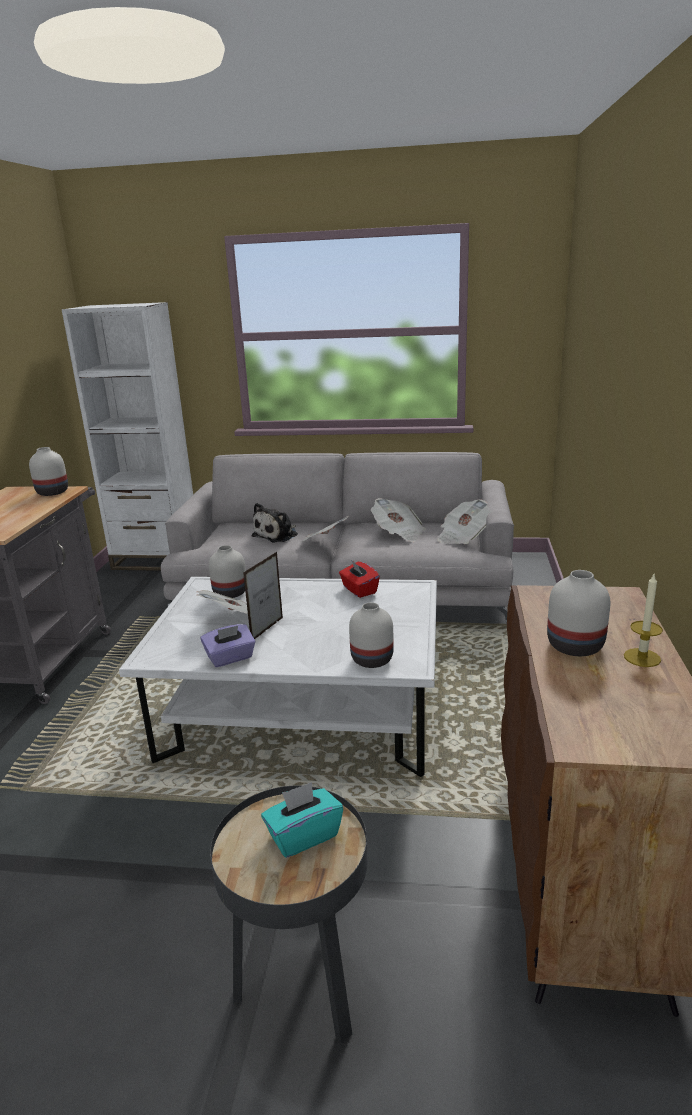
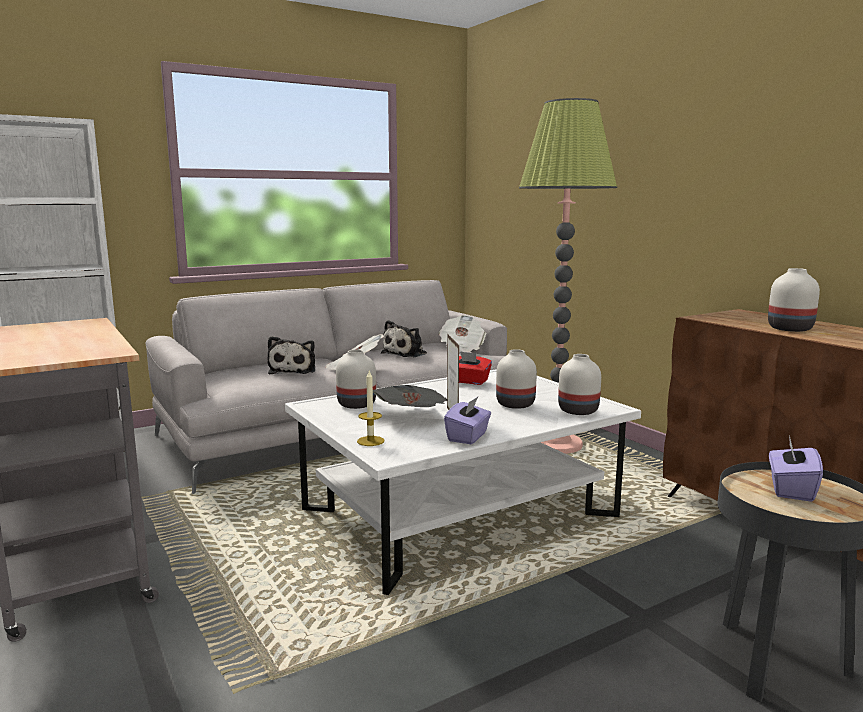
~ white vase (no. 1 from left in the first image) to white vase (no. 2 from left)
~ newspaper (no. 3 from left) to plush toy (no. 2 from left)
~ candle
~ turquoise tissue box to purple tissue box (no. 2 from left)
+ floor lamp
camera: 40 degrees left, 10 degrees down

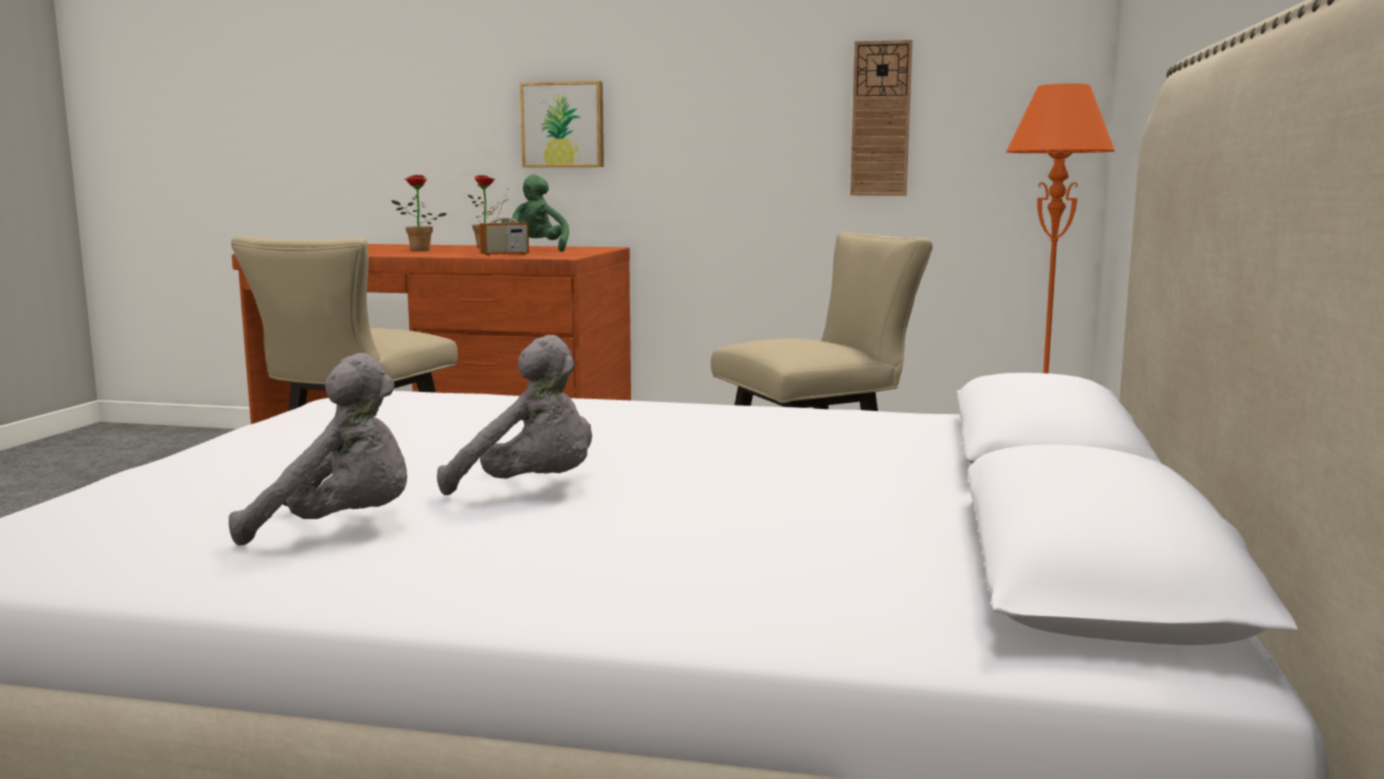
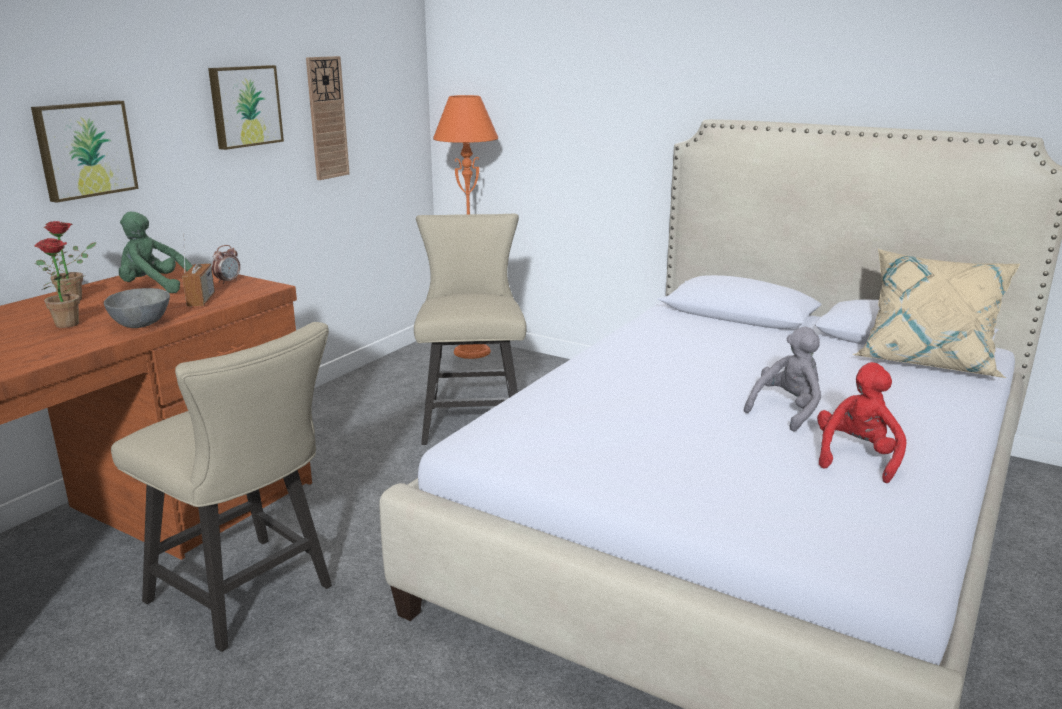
~ grey plush toy (no. 1 from left) to red plush toy
+ picture (no. 2 from left)
+ alarm clock
+ beige pillow
+ grey bowl
camera: 70 degrees left, 10 degrees up

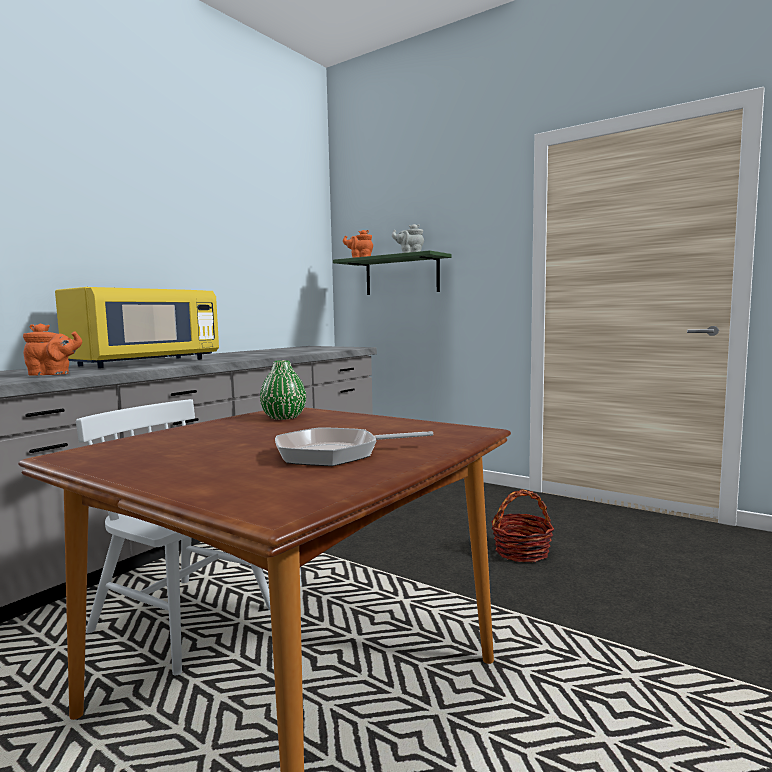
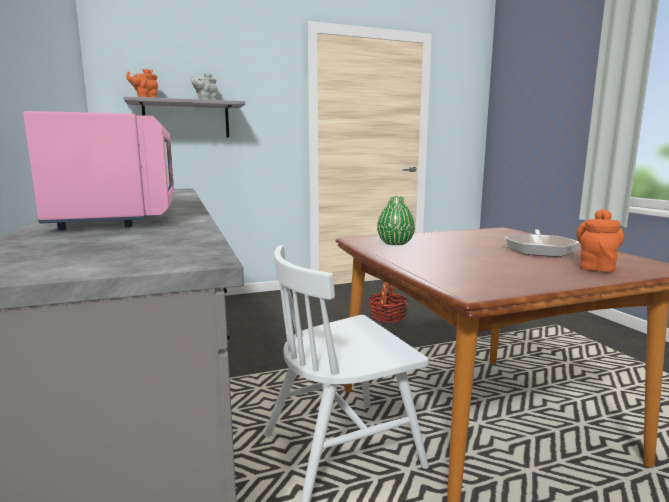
~ green shelf to grey shelf
~ yellow microwave to pink microwave
~ orange teapot (no. 1 from left in the first image) to orange teapot (no. 2 from left)
camera: 55 degrees left, 5 degrees up

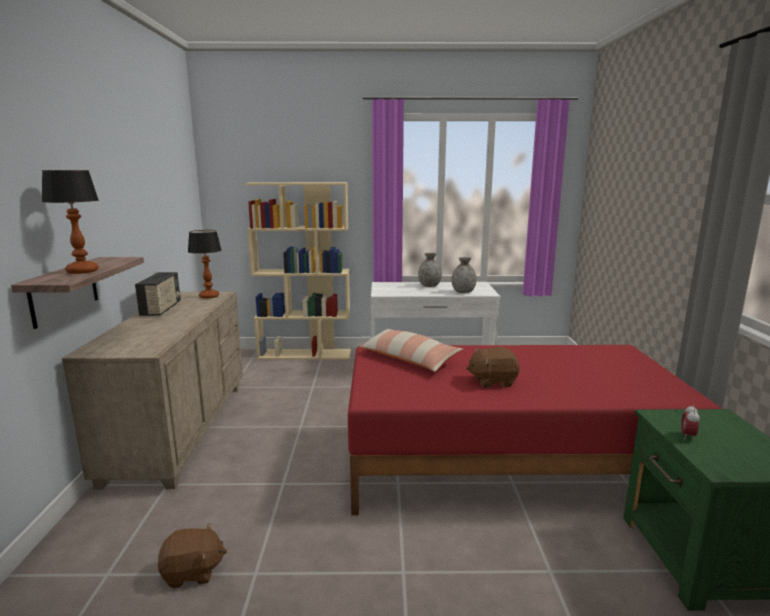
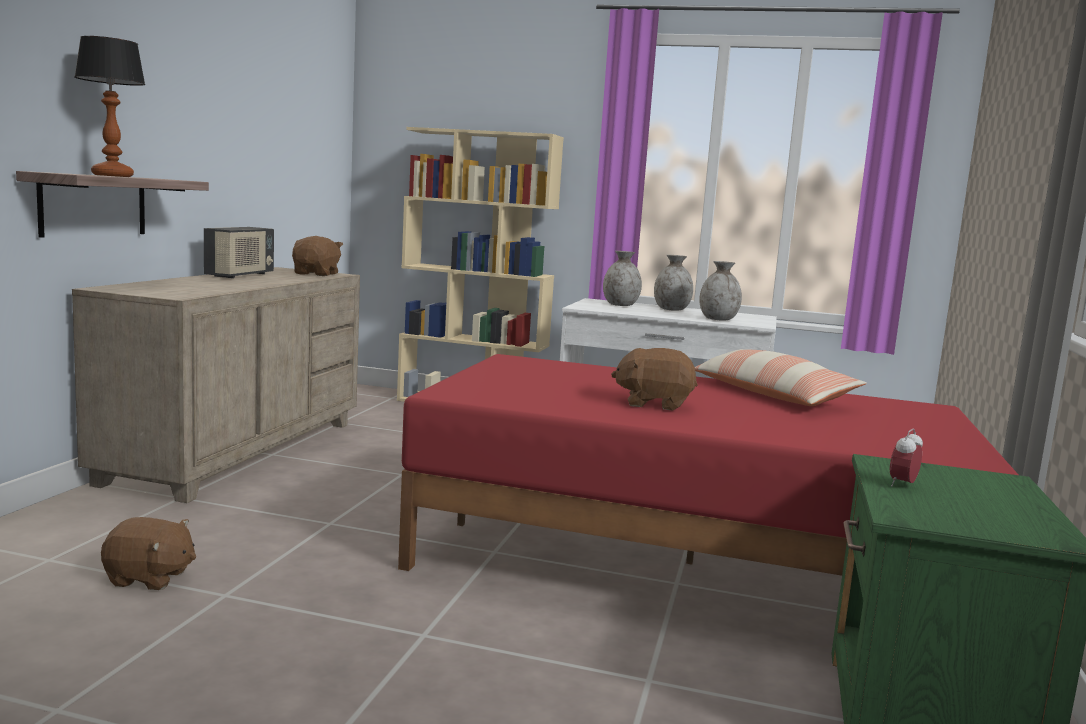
~ table lamp (no. 2 from left) to brown plush toy (no. 2 from left)
~ pillow
+ grey vase (no. 1 from left)
camera: 15 degrees right, 5 degrees down

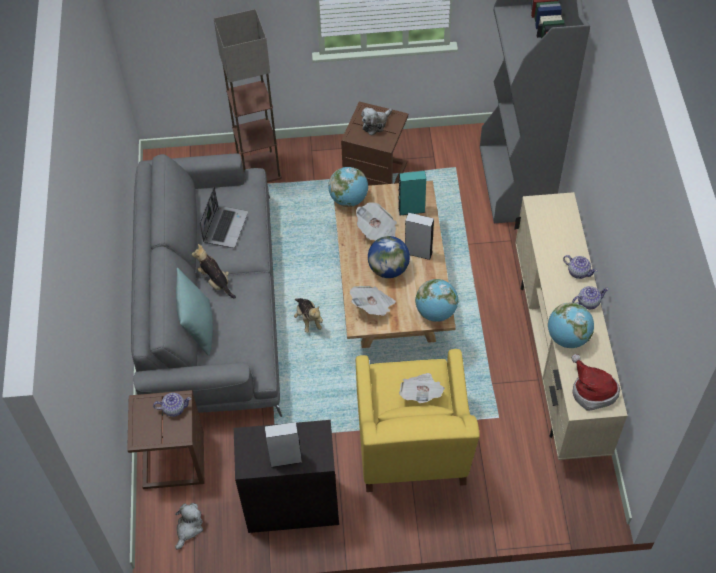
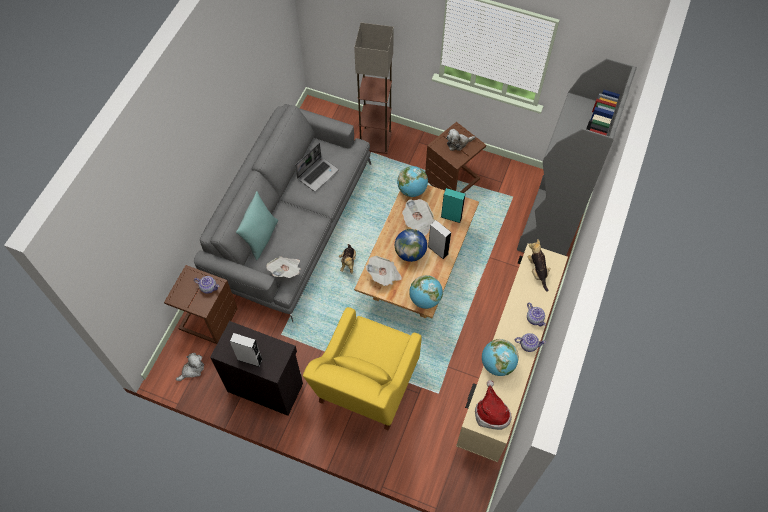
~ plush toy (no. 2 from left in the first image) to plush toy (no. 4 from left)
~ newspaper (no. 3 from left in the first image) to newspaper (no. 1 from left)
camera: 25 degrees right, 5 degrees up

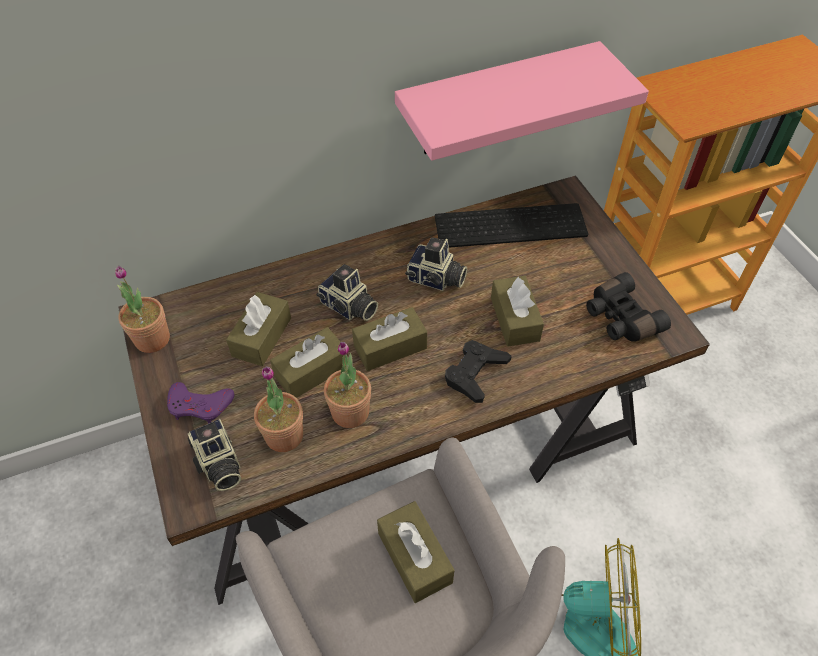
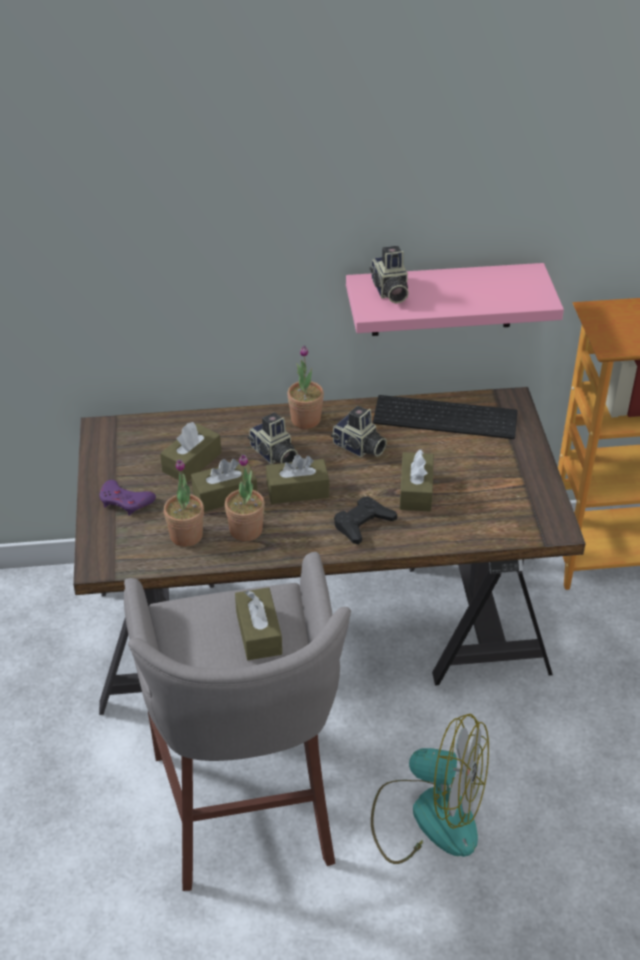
~ potted plant (no. 1 from left in the first image) to potted plant (no. 3 from left)
- black binoculars
~ photo camera (no. 1 from left in the first image) to photo camera (no. 3 from left)
camera: 15 degrees right, 10 degrees down

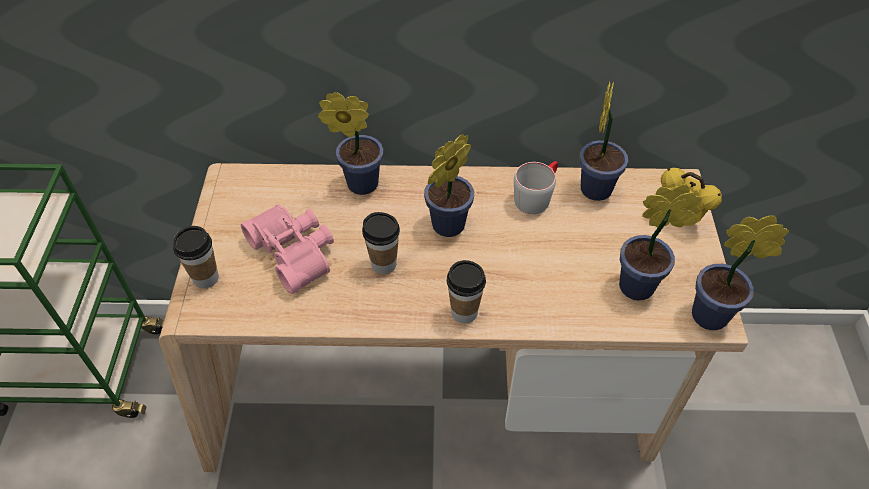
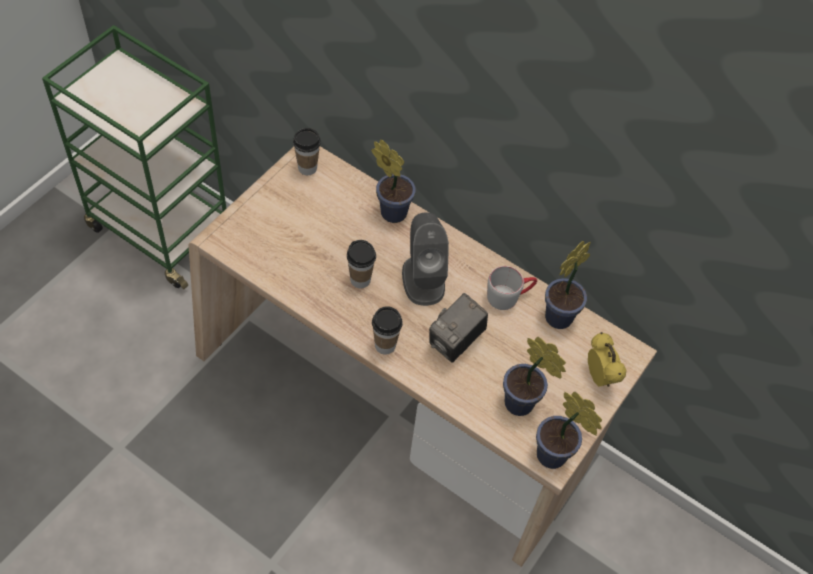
~ potted plant (no. 2 from left) to grey speaker
- pink binoculars
~ cup (no. 1 from left)
+ photo camera
camera: 30 degrees right, 5 degrees up

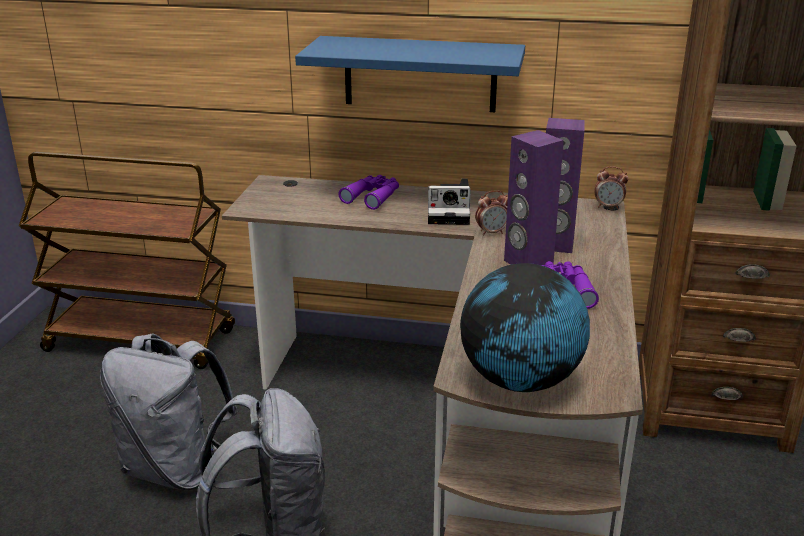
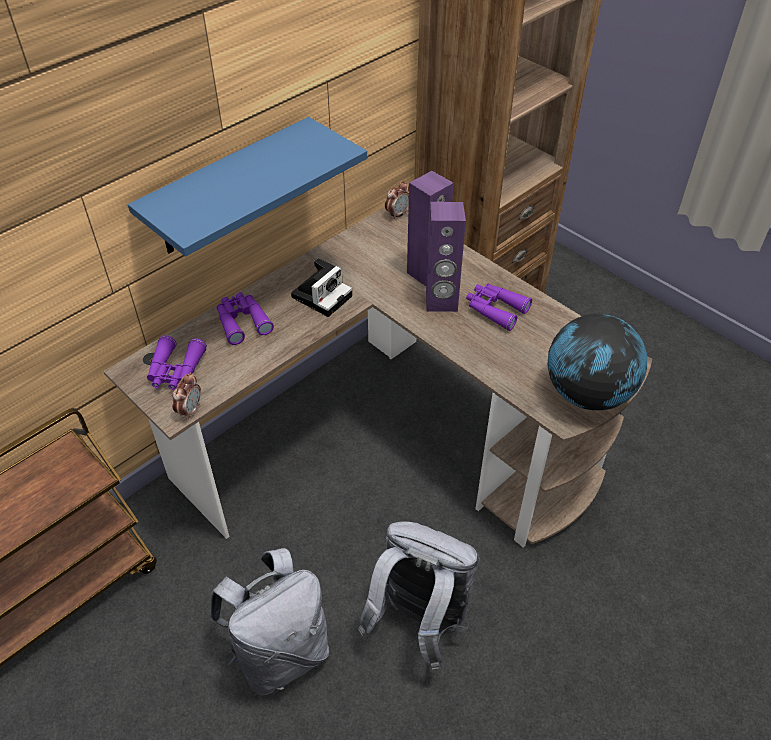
~ alarm clock (no. 1 from left)
+ purple binoculars (no. 1 from left)
camera: 55 degrees left, 20 degrees up

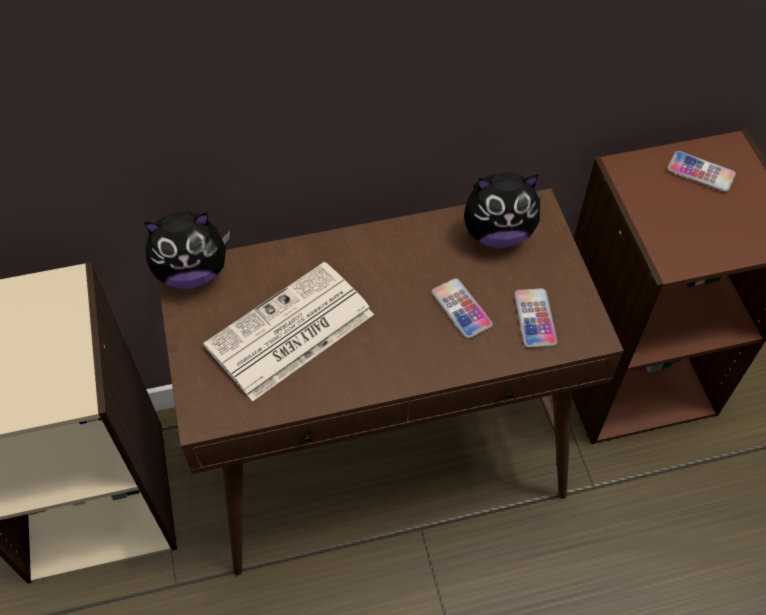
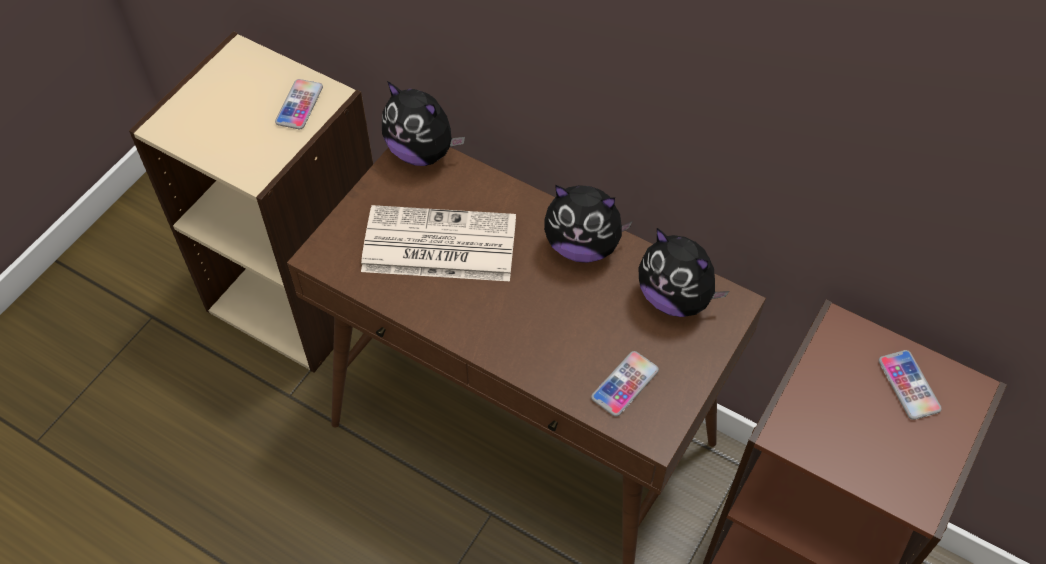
~ phone (no. 1 from left)
+ plush toy (no. 2 from left)
camera: 45 degrees right, 0 degrees up

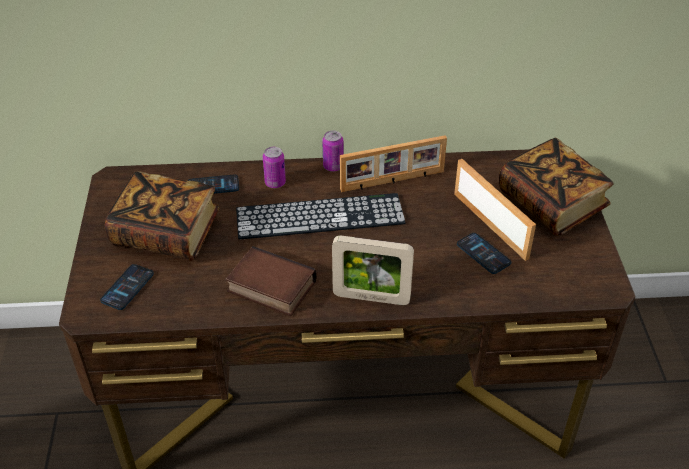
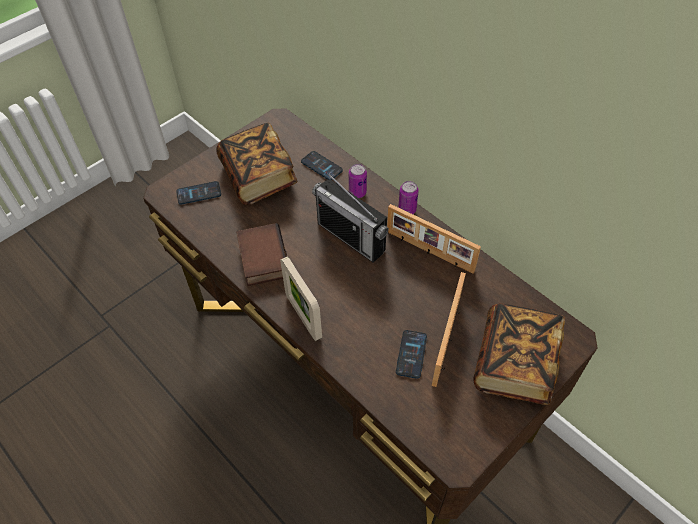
~ keyboard to radio
camera: 50 degrees right, 10 degrees up

